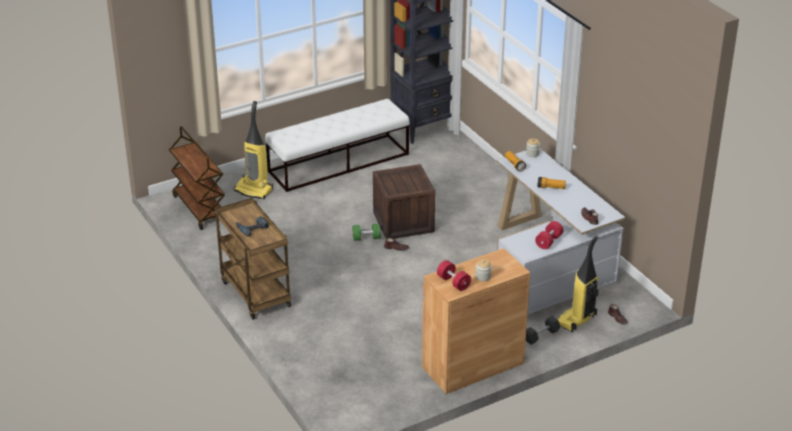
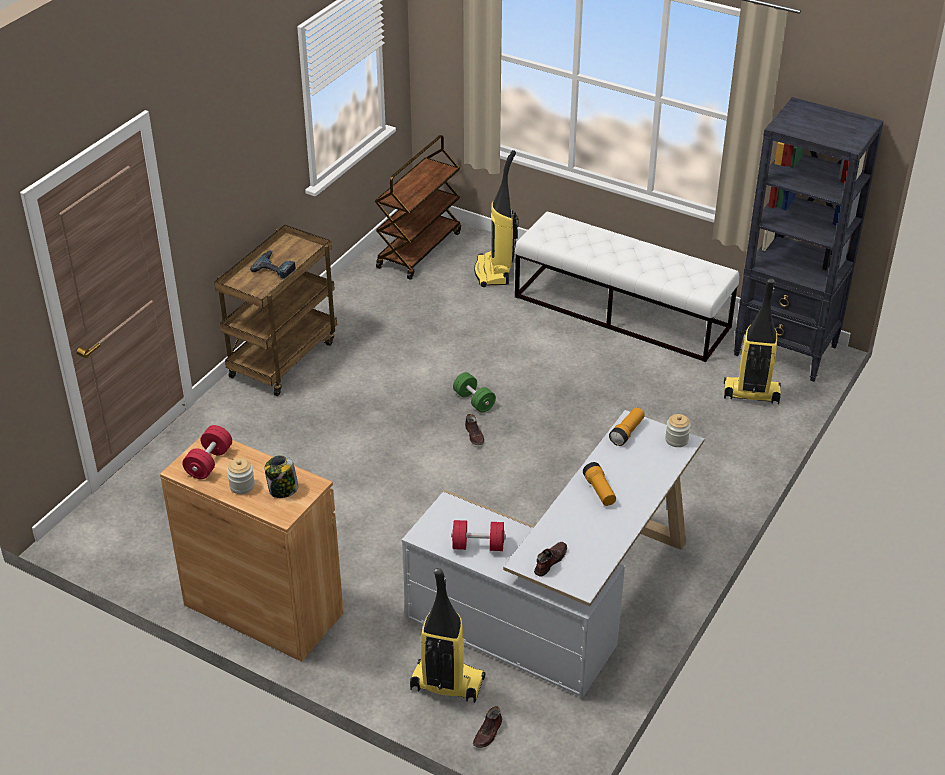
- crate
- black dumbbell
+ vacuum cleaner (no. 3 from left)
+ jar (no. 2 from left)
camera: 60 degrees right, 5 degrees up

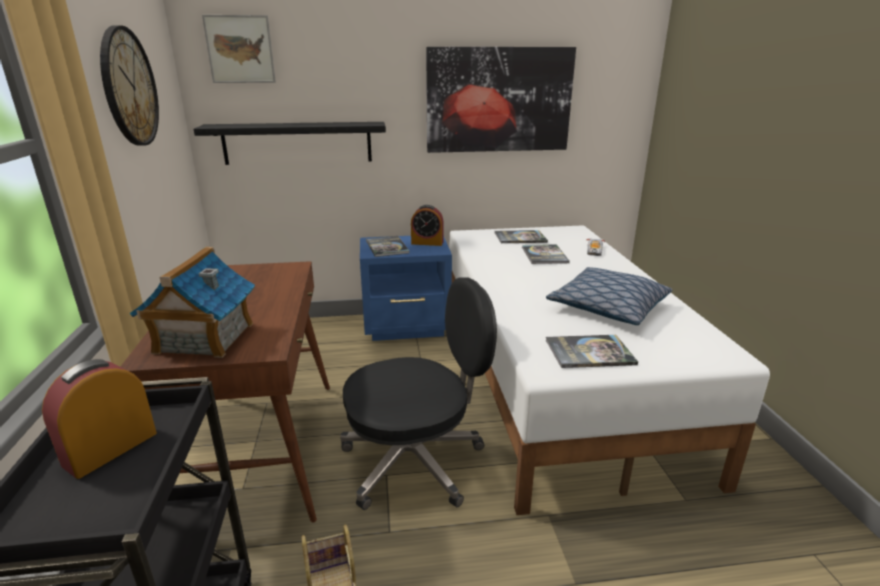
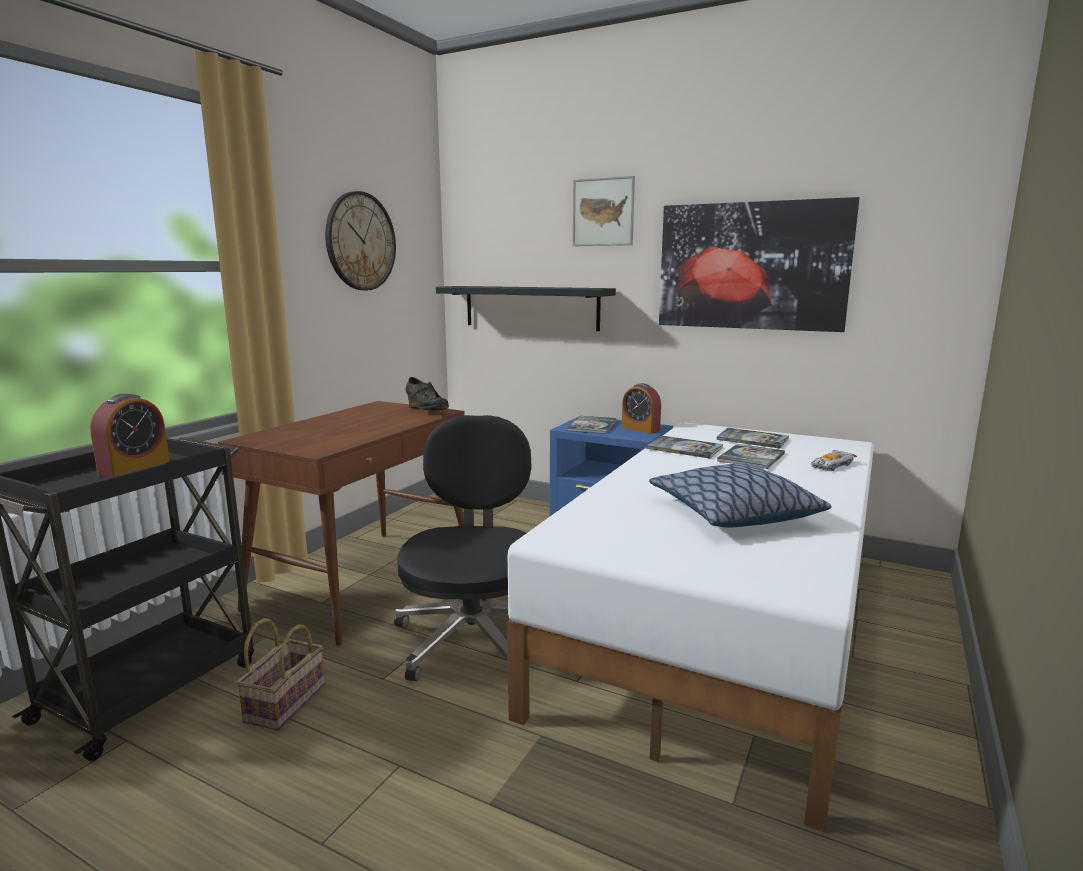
~ picture (no. 1 from left)
- toy house
~ black office chair 105 degrees counterclockwise
~ book (no. 4 from left in the first image) to book (no. 2 from left)
~ alarm clock (no. 1 from left) 135 degrees clockwise
+ black shoe
camera: 35 degrees right, 10 degrees down

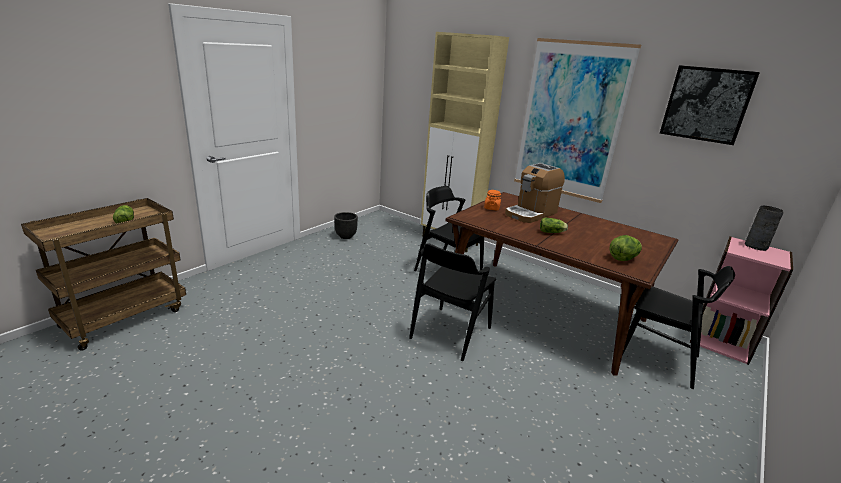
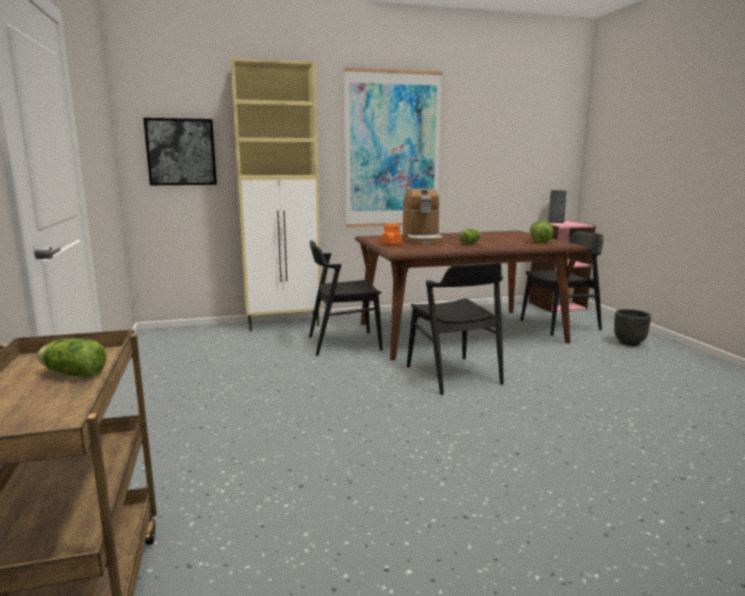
~ picture (no. 2 from left in the first image) to picture (no. 1 from left)
~ black planter
camera: 50 degrees left, 10 degrees down

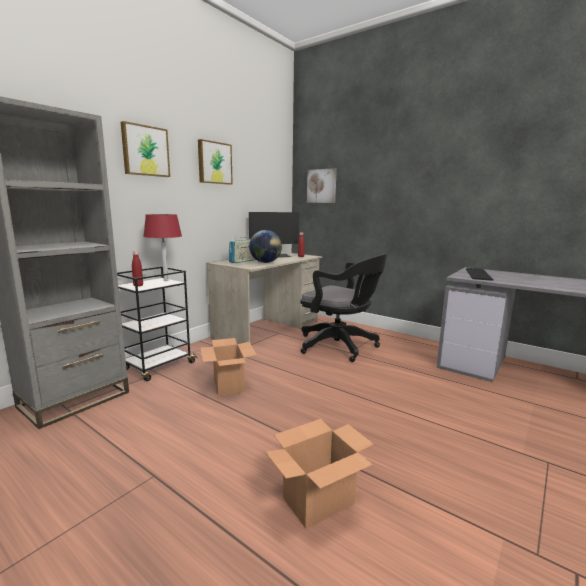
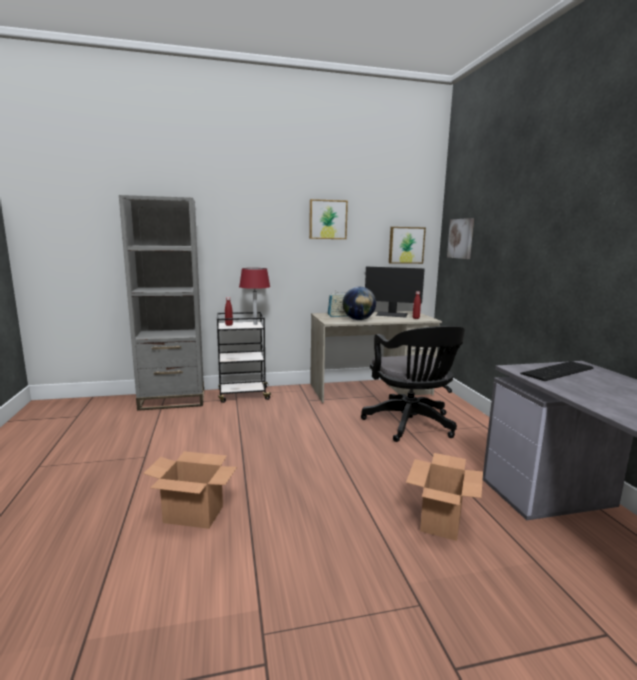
~ picture (no. 1 from left in the first image) to picture (no. 2 from left)
~ cardboard box (no. 1 from left in the first image) to cardboard box (no. 2 from left)
camera: 40 degrees right, 0 degrees up

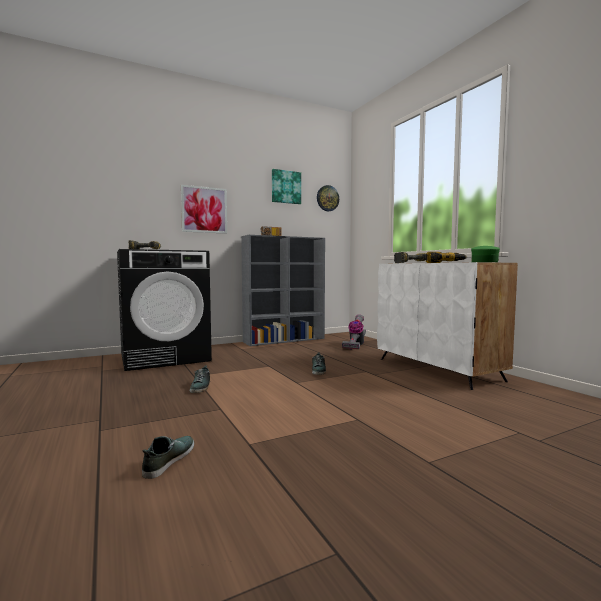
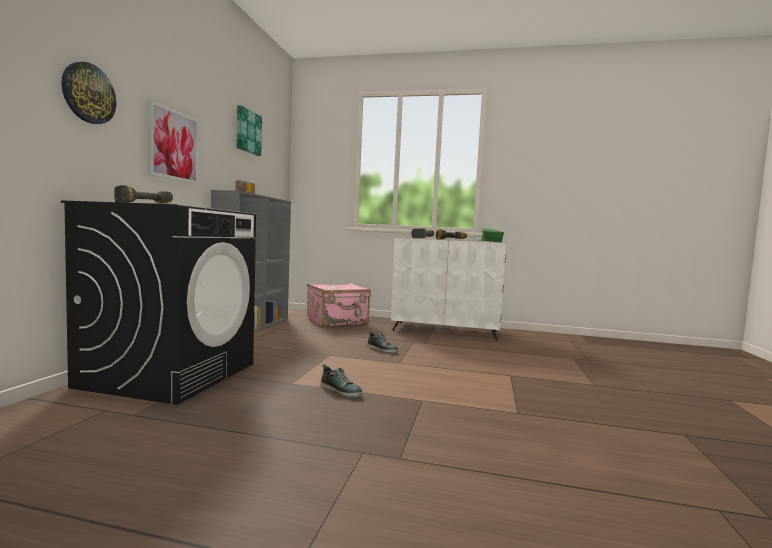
~ wall clock
~ vacuum cleaner to pink suitcase
- shoe (no. 1 from left)
camera: 50 degrees left, 0 degrees up

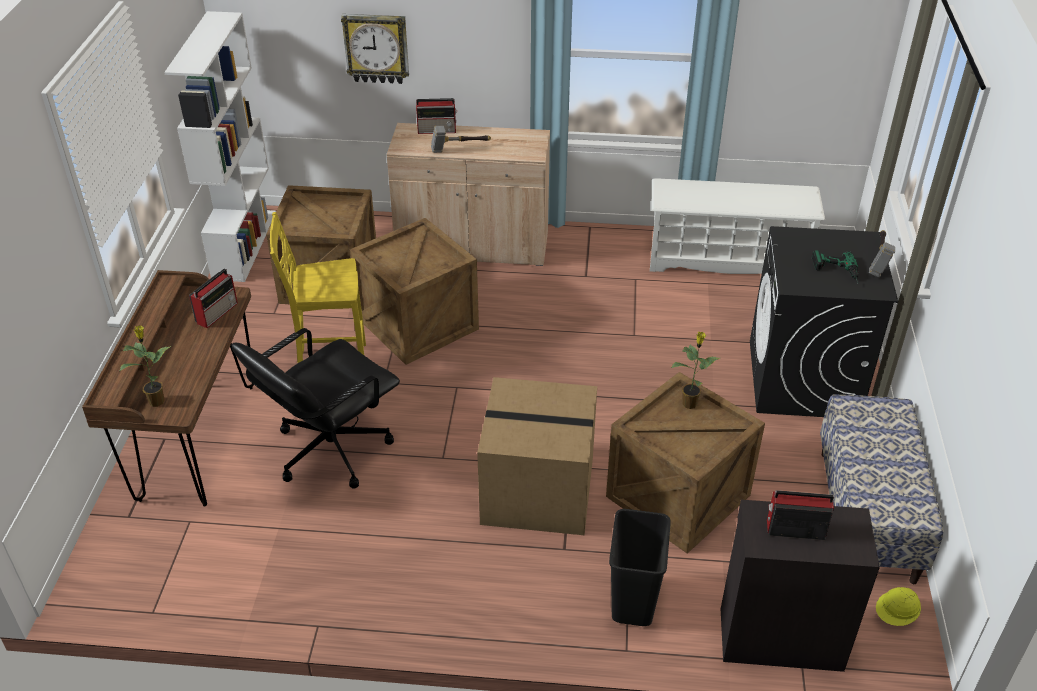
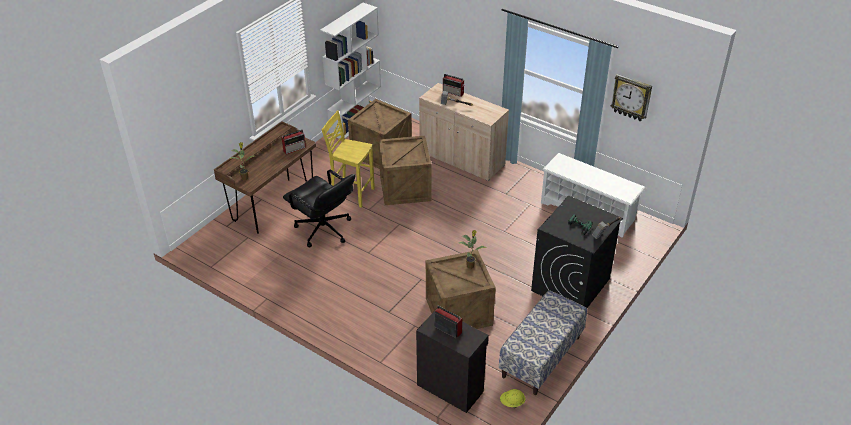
~ wall clock
~ black office chair 120 degrees counterclockwise
- cardboard box
- black trash can
camera: 30 degrees right, 0 degrees up

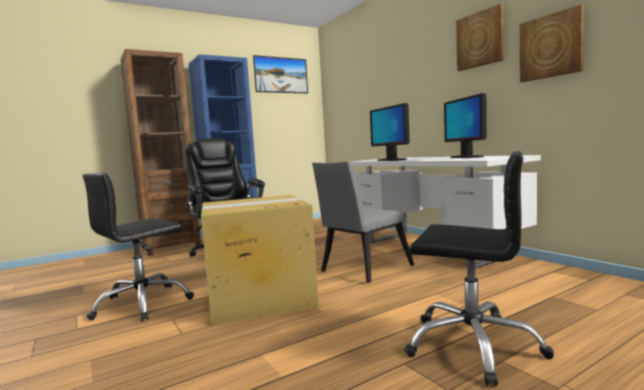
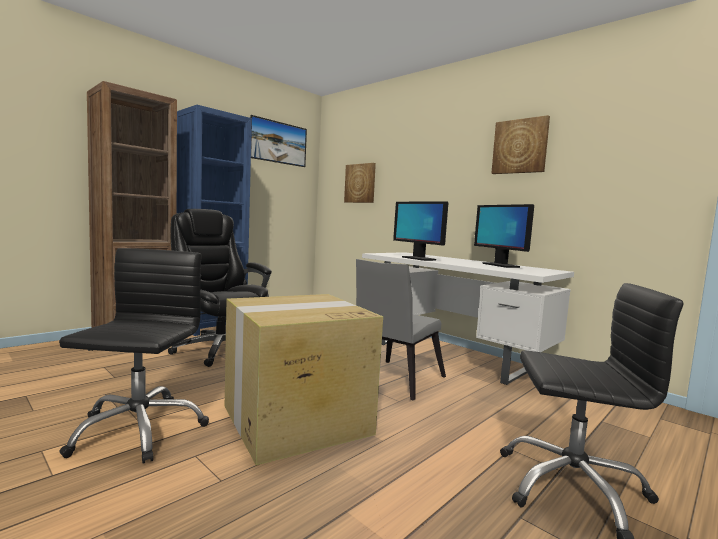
~ picture (no. 3 from left in the first image) to picture (no. 2 from left)
~ black office chair (no. 1 from left) 150 degrees clockwise
camera: 15 degrees left, 0 degrees up

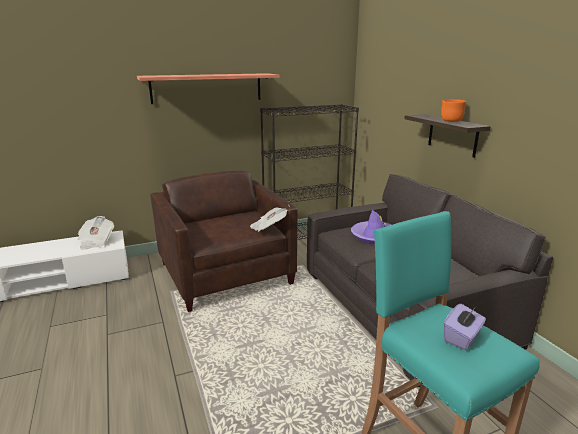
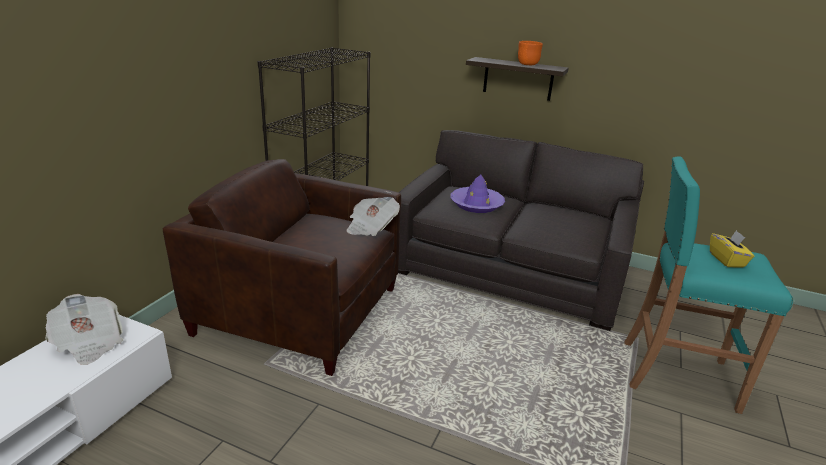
- shelf (no. 1 from left)
~ purple tissue box to yellow tissue box
camera: 45 degrees left, 5 degrees up

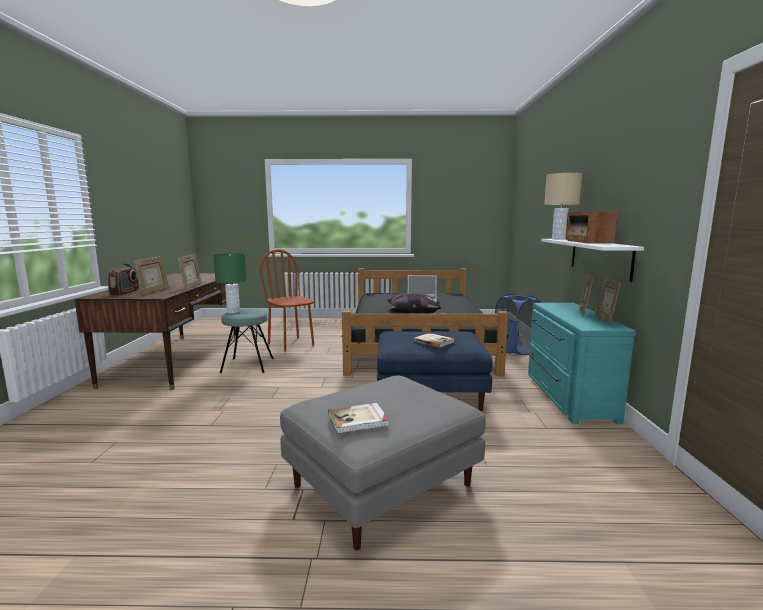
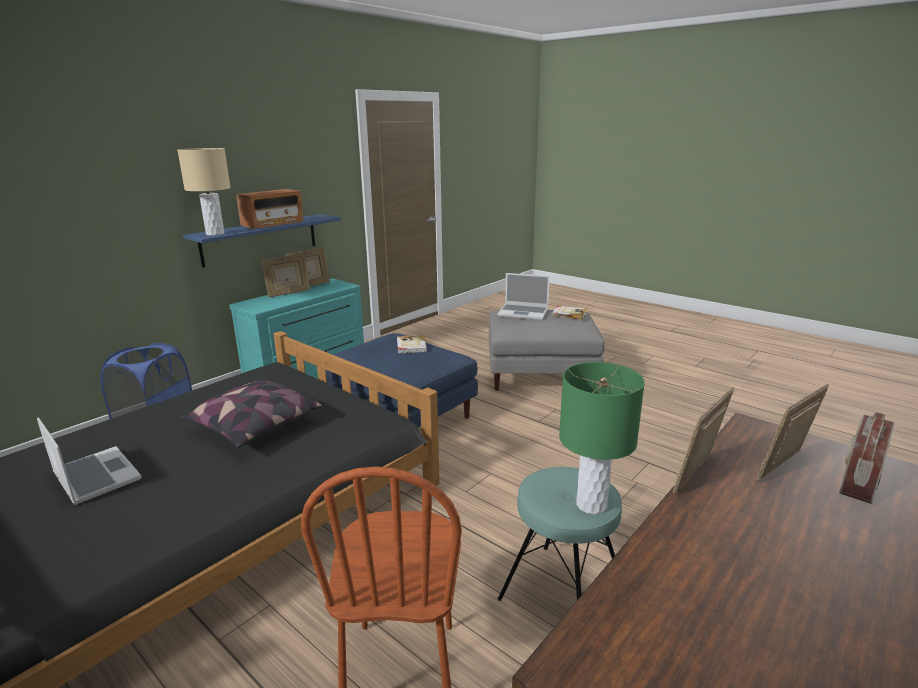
~ white shelf to blue shelf
+ laptop (no. 2 from left)
camera: 140 degrees left, 10 degrees up

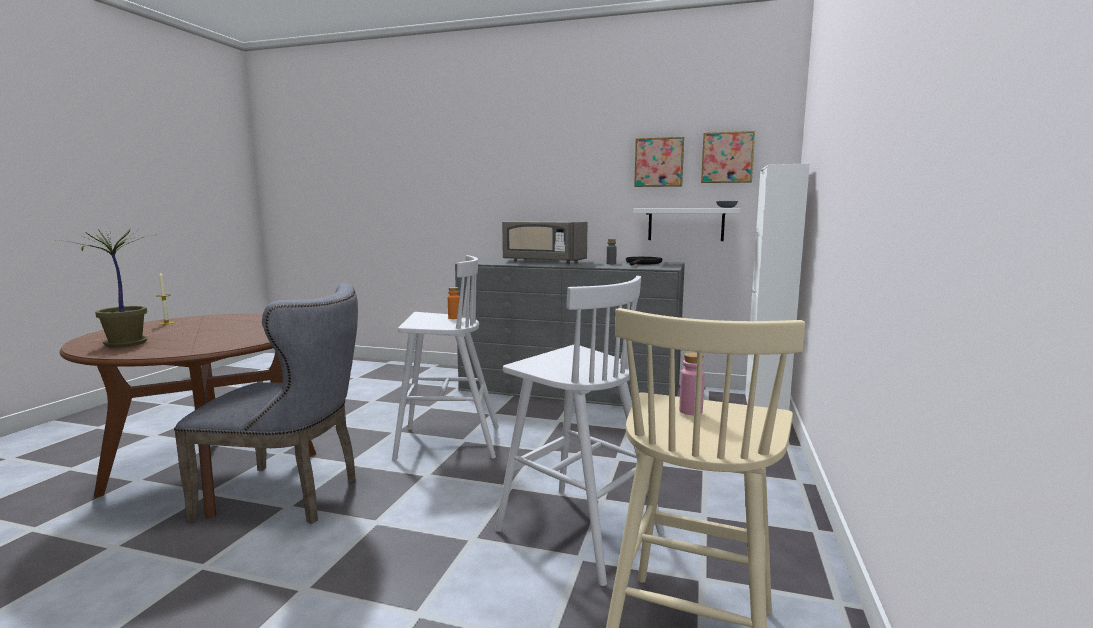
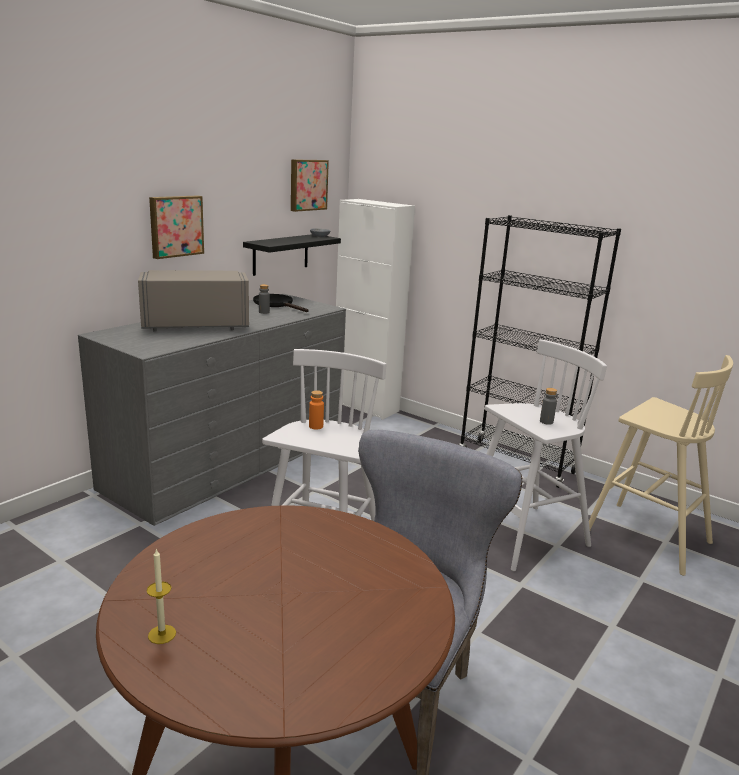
~ picture (no. 1 from left)
~ white shelf to black shelf
~ grey microwave 150 degrees counterclockwise
- potted plant
- pink bottle
+ black bookcase
+ grey bottle (no. 2 from left)
camera: 70 degrees left, 10 degrees up

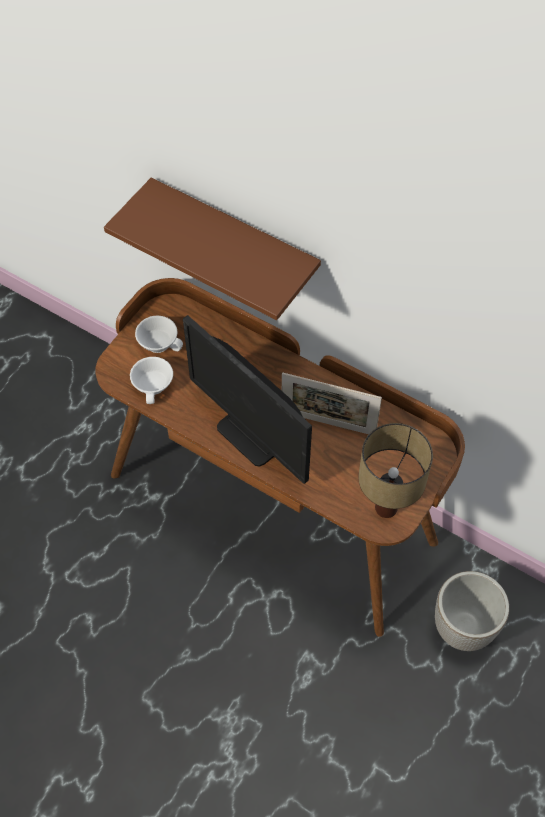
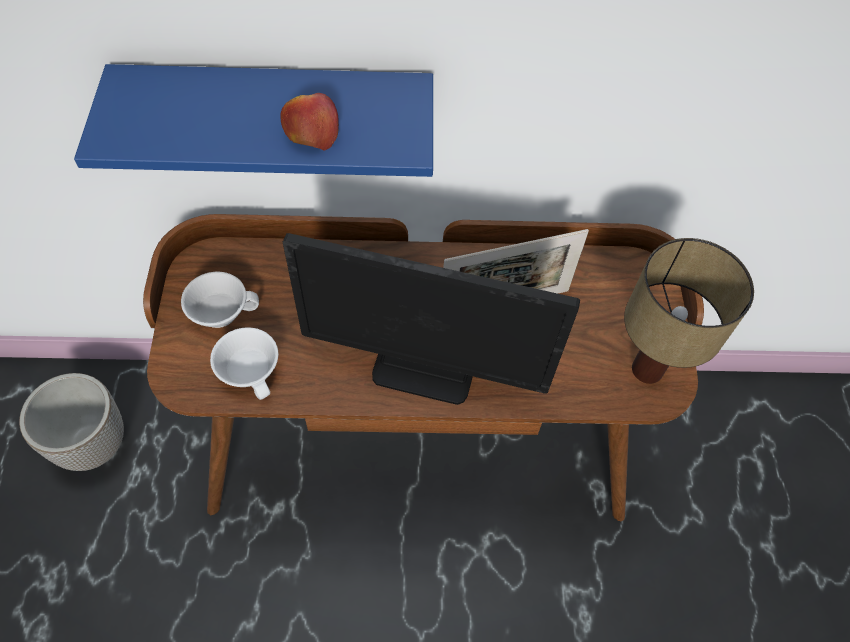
~ brown shelf to blue shelf
~ planter
+ apple
camera: 35 degrees left, 0 degrees up

